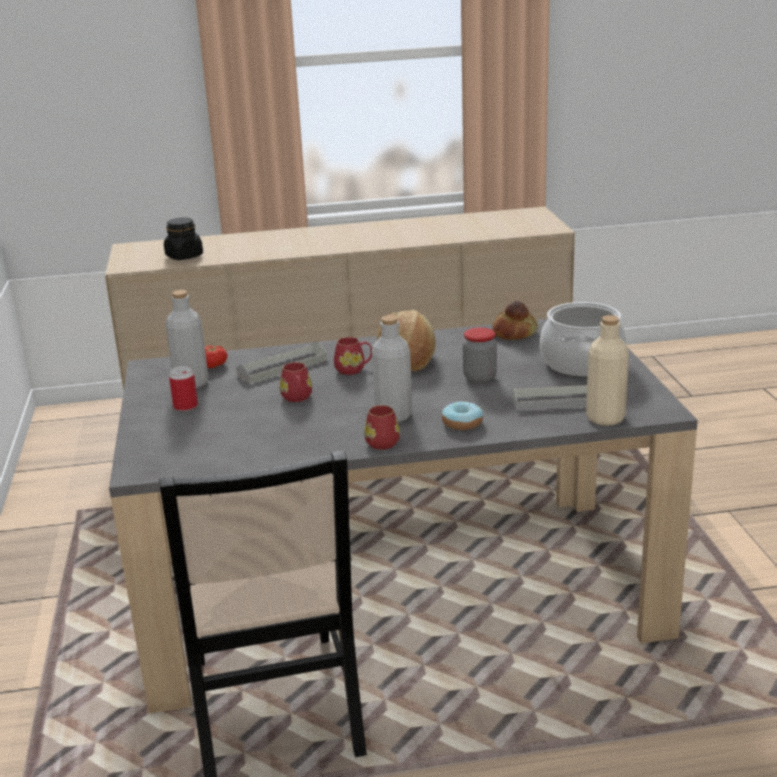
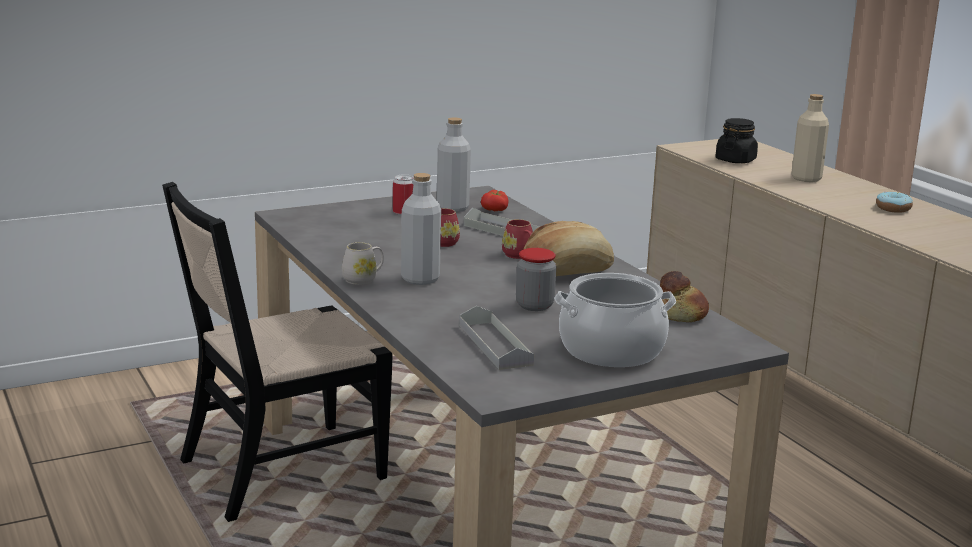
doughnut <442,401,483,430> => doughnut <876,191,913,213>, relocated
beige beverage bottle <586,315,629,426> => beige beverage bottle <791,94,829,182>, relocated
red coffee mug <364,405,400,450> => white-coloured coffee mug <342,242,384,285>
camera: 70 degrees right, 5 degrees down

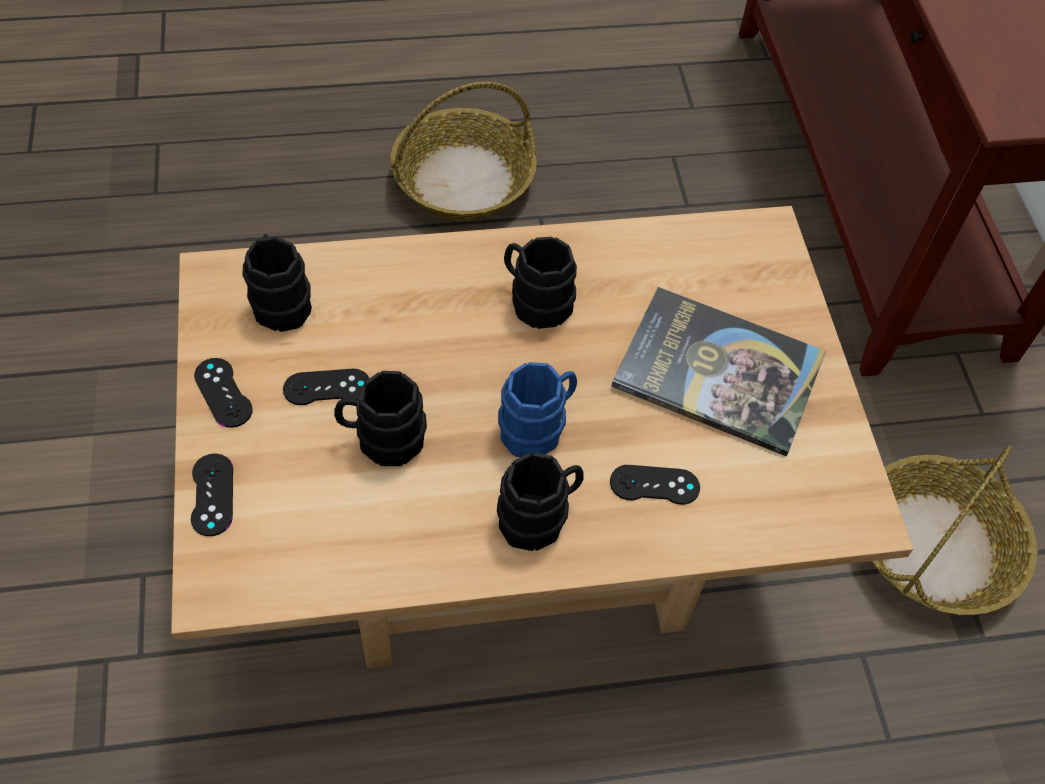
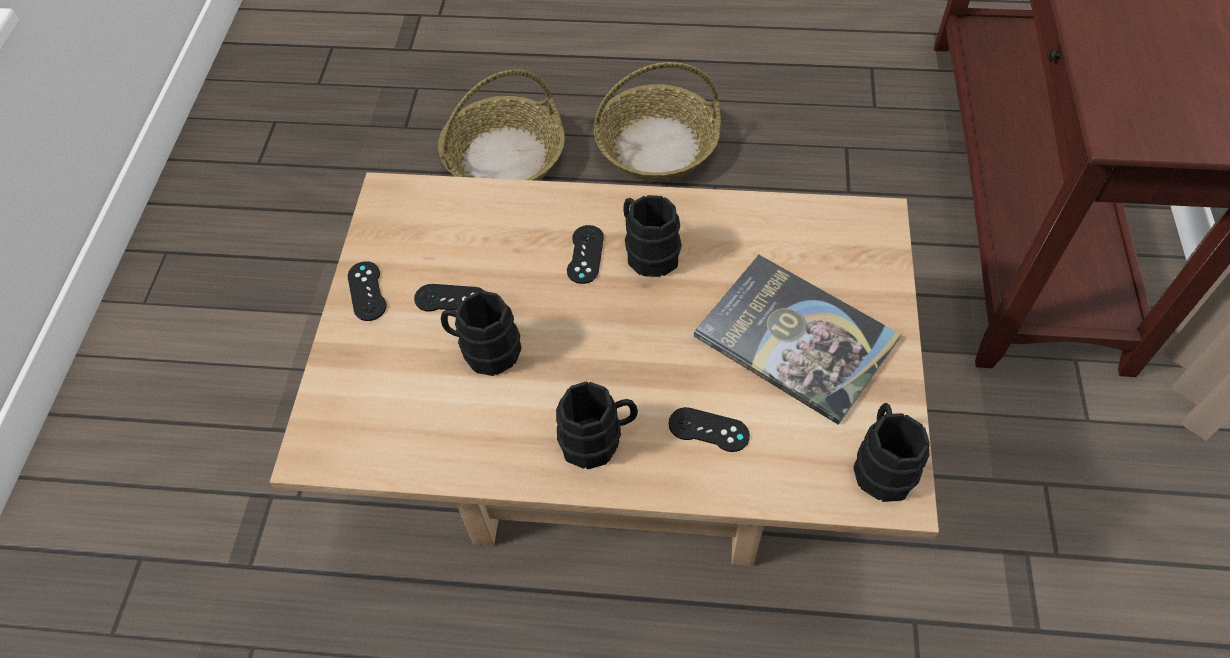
blue coffee mug <498,362,577,457> => nothing
black gamepad <191,454,233,536> => black gamepad <567,225,604,284>, relocated
black coffee mug <243,234,312,332> => black coffee mug <854,403,930,502>, relocated
household basket <872,445,1038,615> => household basket <438,69,565,181>, relocated
camera: 20 degrees right, 0 degrees up

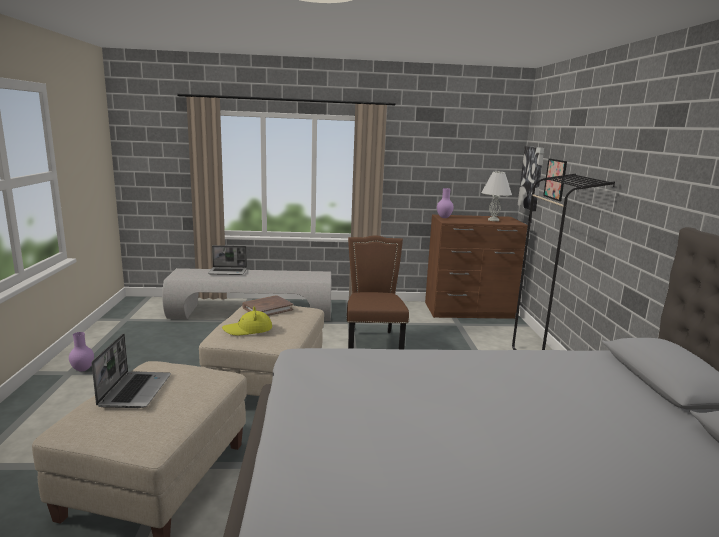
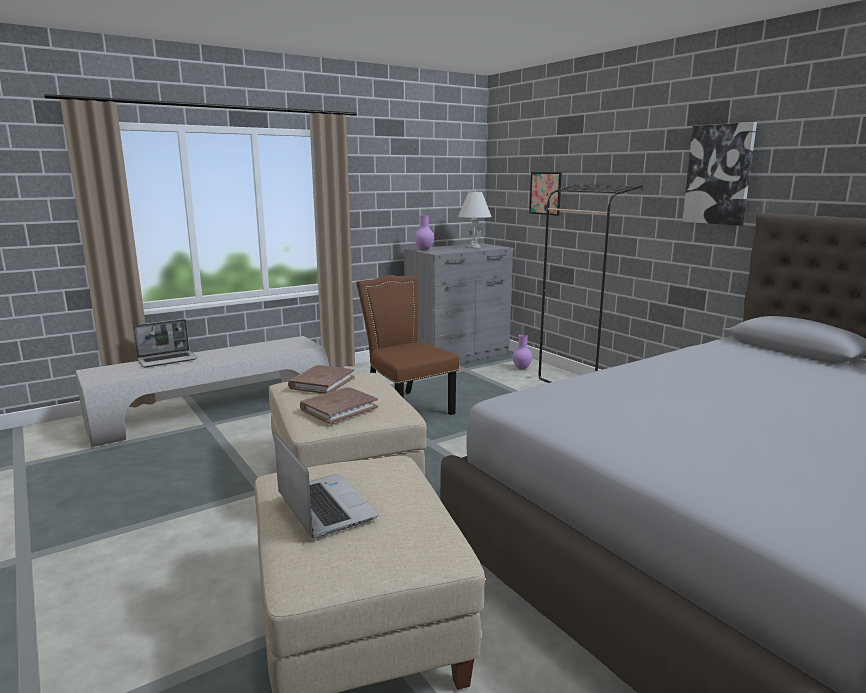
purple decorative vase <69,332,94,372> => purple decorative vase <513,335,532,370>, relocated
wall picture <518,146,544,211> => wall picture <682,122,757,226>, relocated
yellow-coloured wearable hat <222,306,272,335> => brownish volume <300,387,378,424>
brownish drawer chest <425,215,528,319> => grey drawer chest <404,243,514,363>
camera: 30 degrees left, 0 degrees up

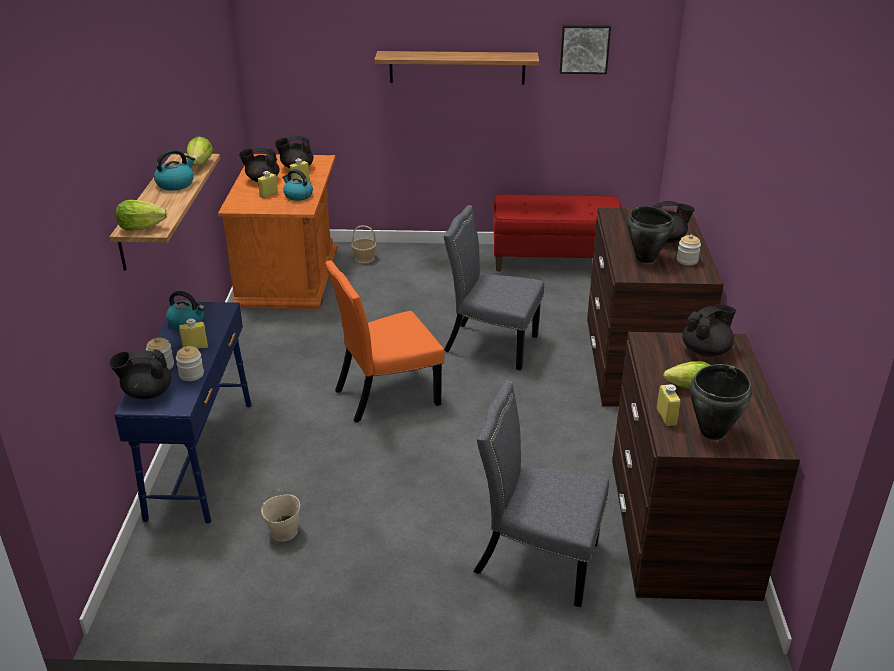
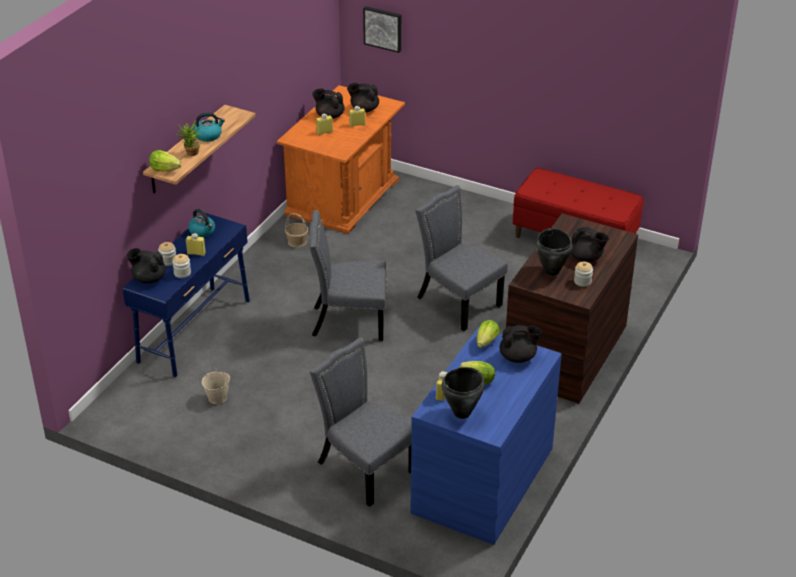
tea kettle <282,169,313,201> => nothing
wall shelf <374,51,539,84> => nothing
nothing => houseplant <177,121,202,156>
head of lettuce <187,136,213,166> => head of lettuce <477,320,500,348>, relocated
household basket <351,225,377,264> => household basket <285,213,308,248>, relocated
wall picture <560,25,611,74> => wall picture <363,6,401,53>, relocated
orange-coloured chair <326,260,445,422> => grey chair <309,210,386,341>
brownish drawer chest <612,332,800,601> => blue drawer chest <410,327,562,545>
camera: 25 degrees right, 5 degrees up

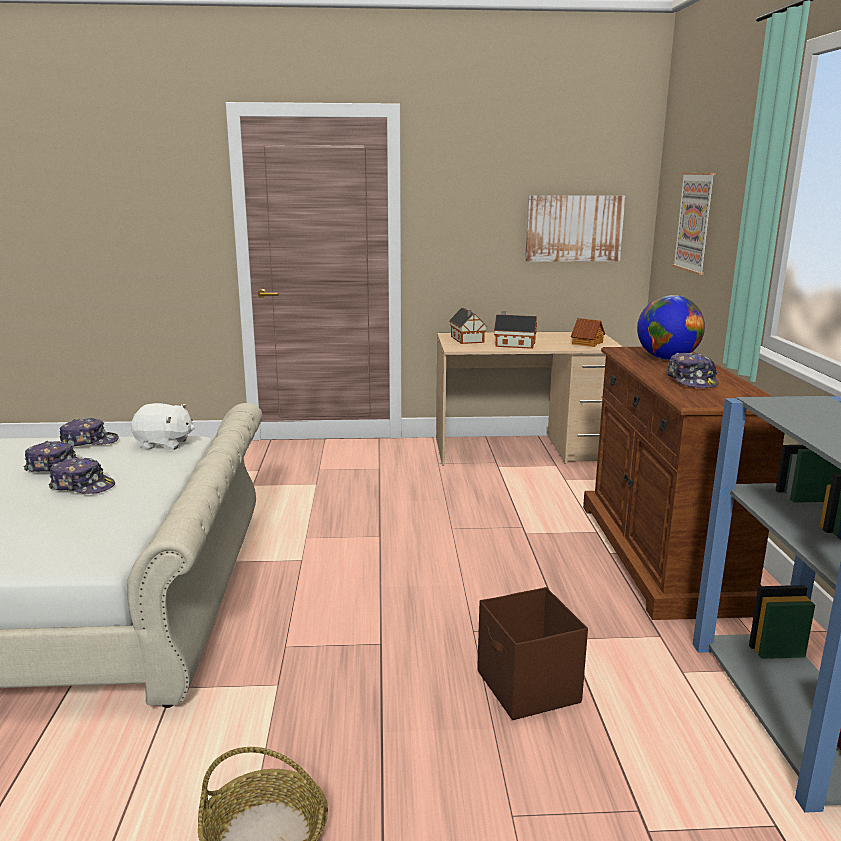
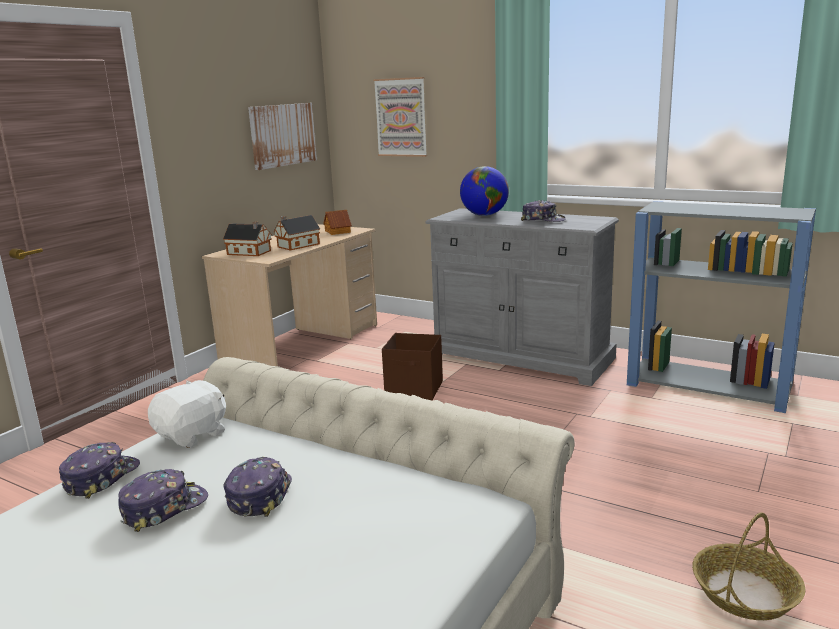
brownish storage container <477,587,588,720> => brownish storage container <382,333,443,401>, relocated
brownish drawer chest <583,347,785,620> => grey drawer chest <426,208,619,386>
peaked cap <48,457,115,494> => peaked cap <224,457,292,517>, 45 degrees counterclockwise
camera: 55 degrees left, 0 degrees up

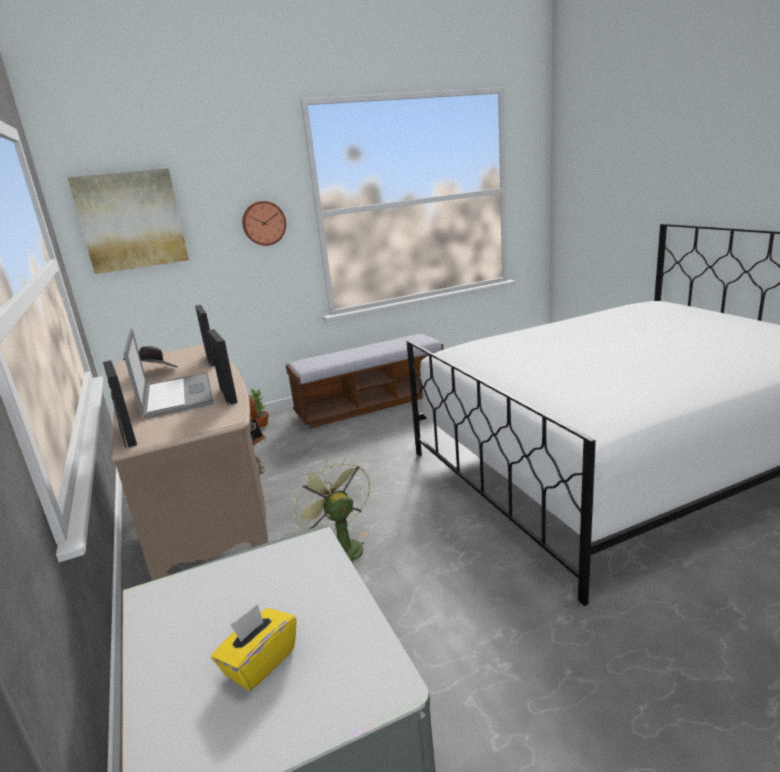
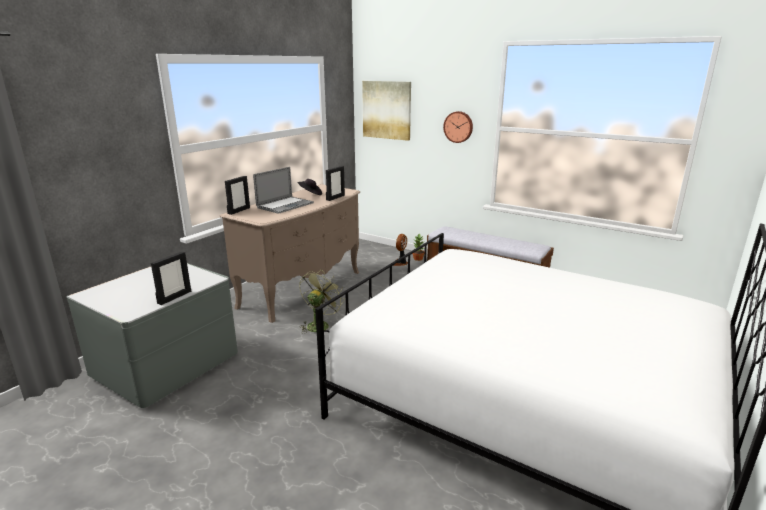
yellow-coloured tissue holder <211,604,296,691> => nothing
photo frame <207,329,238,405> => photo frame <151,251,191,305>, relocated
camera: 55 degrees right, 0 degrees up

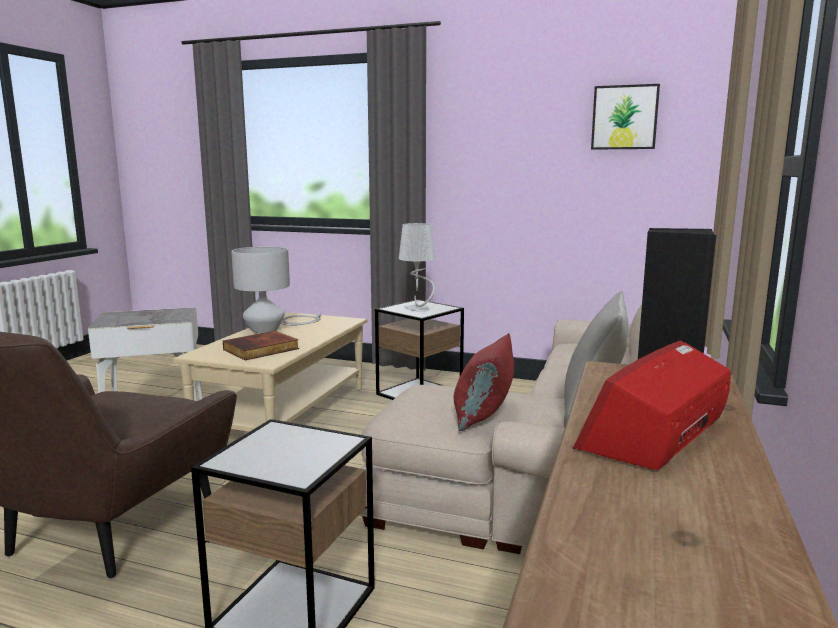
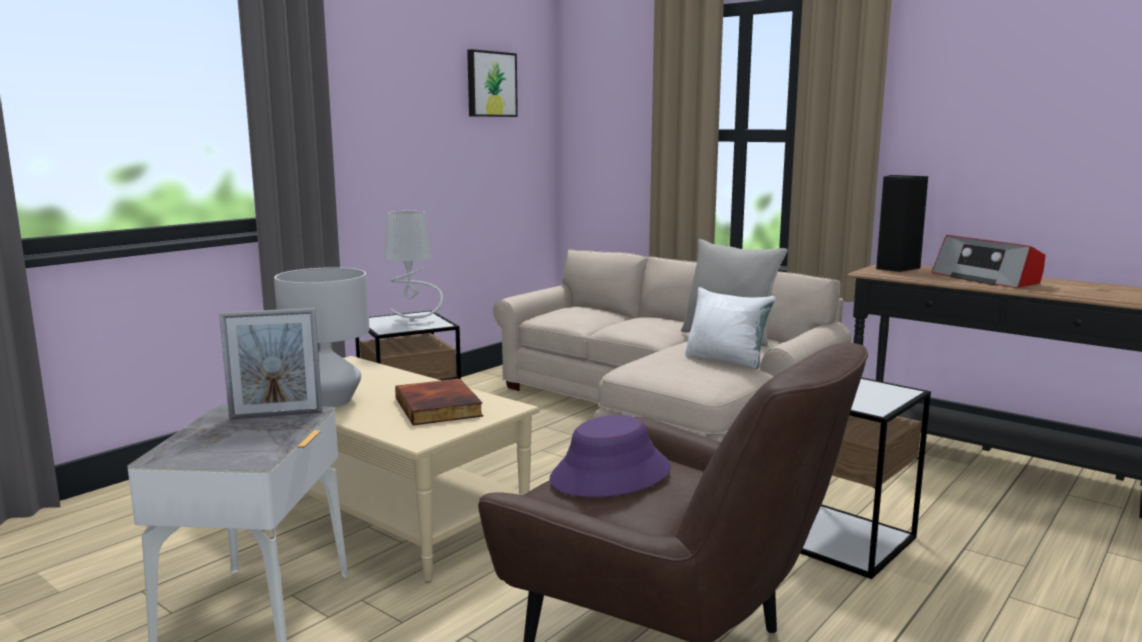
nothing => photo frame <219,308,322,420>
nothing => purple wearable hat <549,415,671,497>
red pillow <453,333,514,431> => white-coloured pillow <685,287,776,369>
camera: 70 degrees left, 0 degrees up

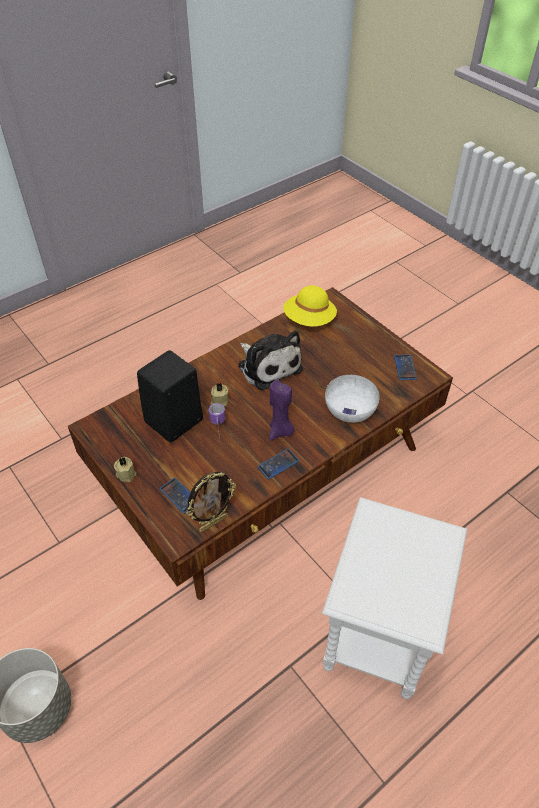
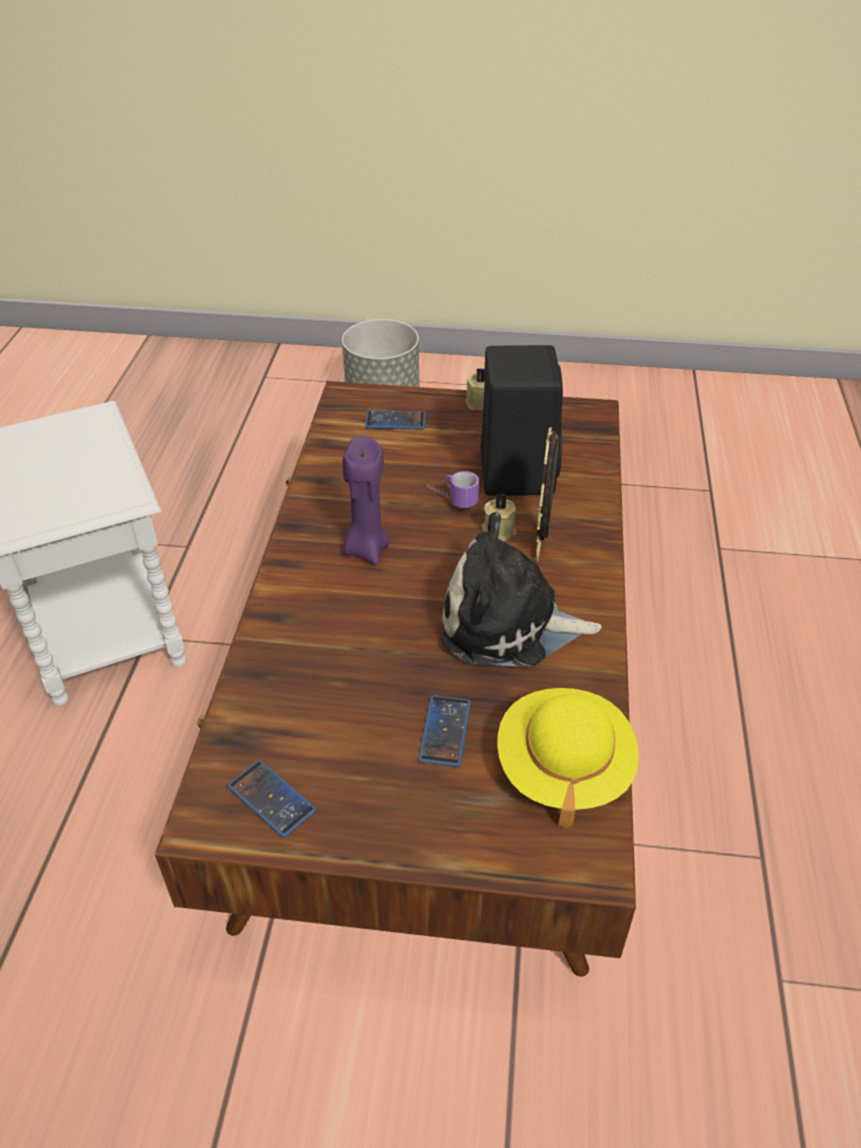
white-coloured deep dish <325,375,380,423> => nothing
photo frame <186,472,236,532> => photo frame <535,427,559,561>, relocated
phone <257,448,300,480> => phone <418,695,471,767>, relocated
camera: 135 degrees right, 5 degrees down

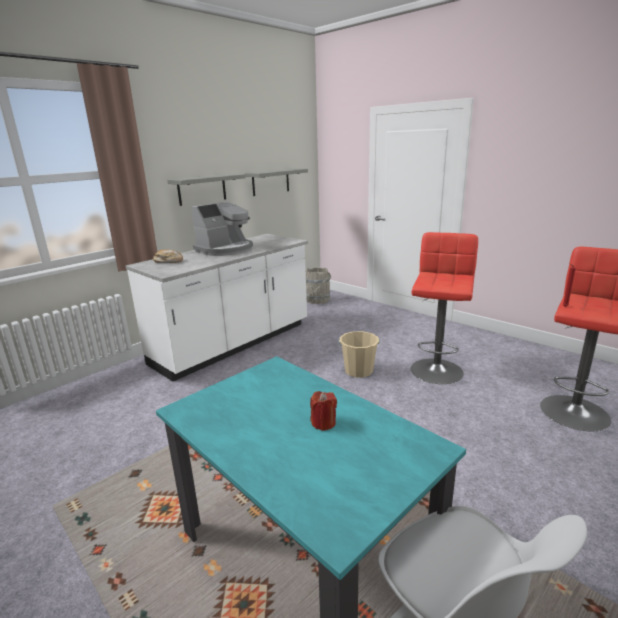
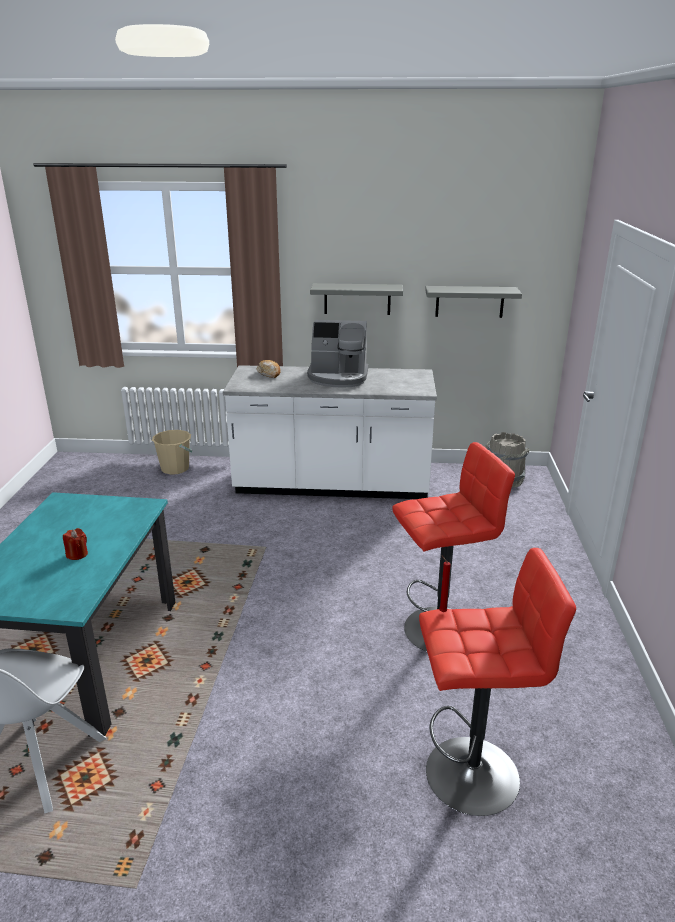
beige water bucket <339,331,380,378> => beige water bucket <152,430,192,475>, relocated
camera: 50 degrees right, 5 degrees up

